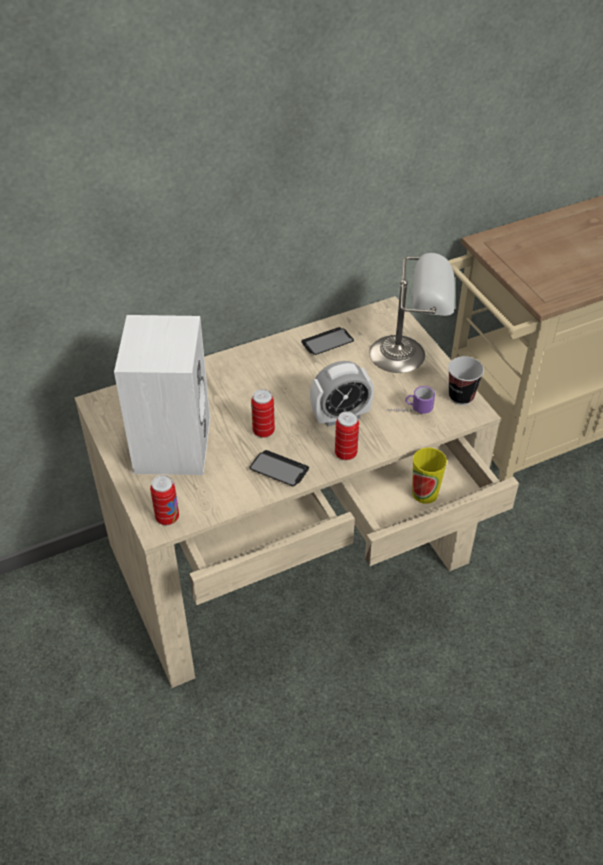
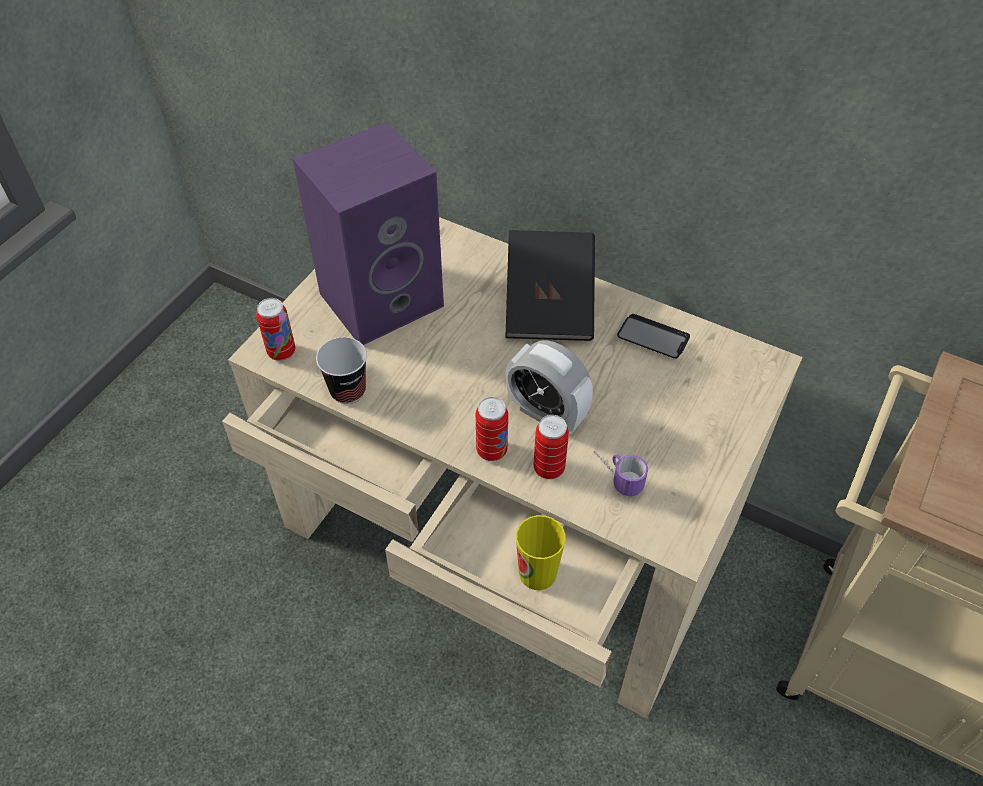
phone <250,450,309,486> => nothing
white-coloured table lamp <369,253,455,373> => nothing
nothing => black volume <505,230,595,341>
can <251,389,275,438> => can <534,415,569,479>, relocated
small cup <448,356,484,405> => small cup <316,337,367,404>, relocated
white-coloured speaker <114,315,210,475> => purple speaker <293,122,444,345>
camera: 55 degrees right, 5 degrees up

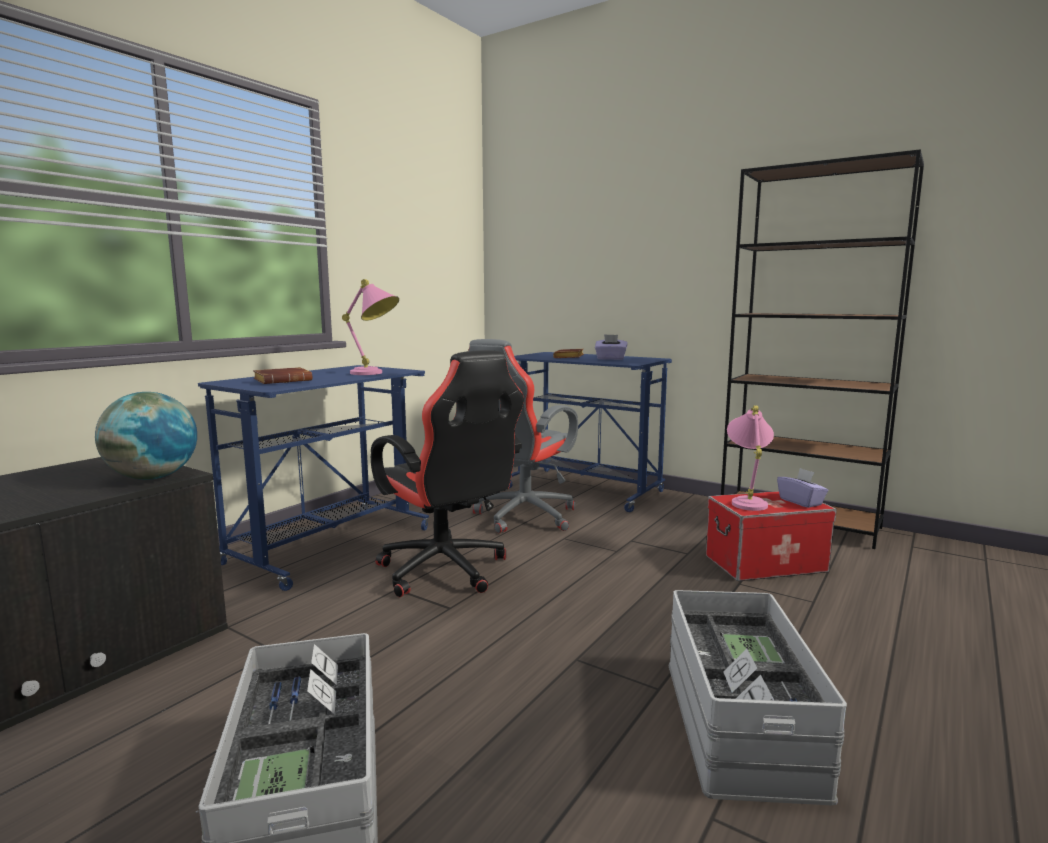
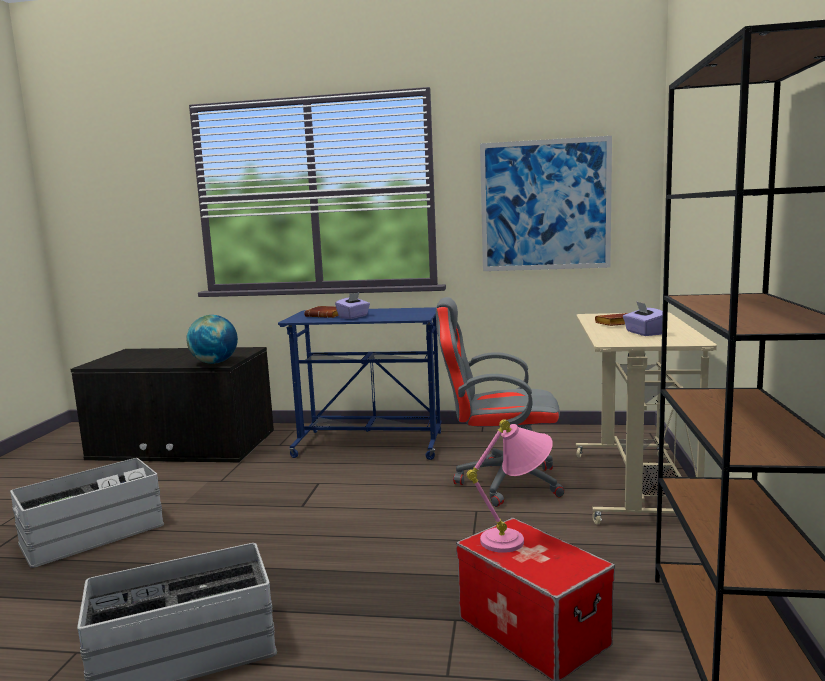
pink table lamp <342,279,399,375> => nothing
black office chair <371,350,524,597> => nothing
nothing => wall picture <480,136,612,271>
purple tissue holder <777,468,828,508> => purple tissue holder <335,292,370,319>, relocated
blue desk unit <509,352,672,512> => beige desk unit <576,312,717,525>
camera: 65 degrees right, 0 degrees up

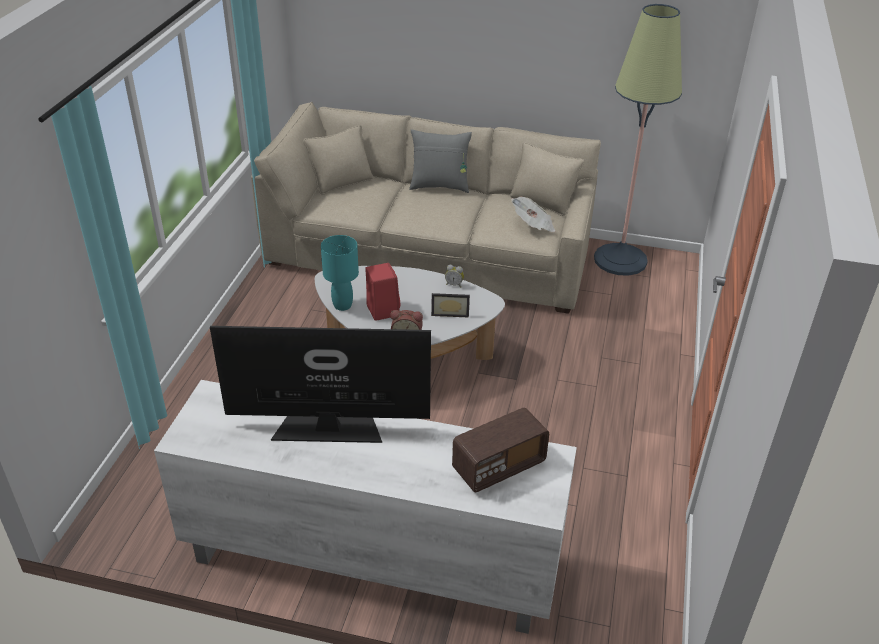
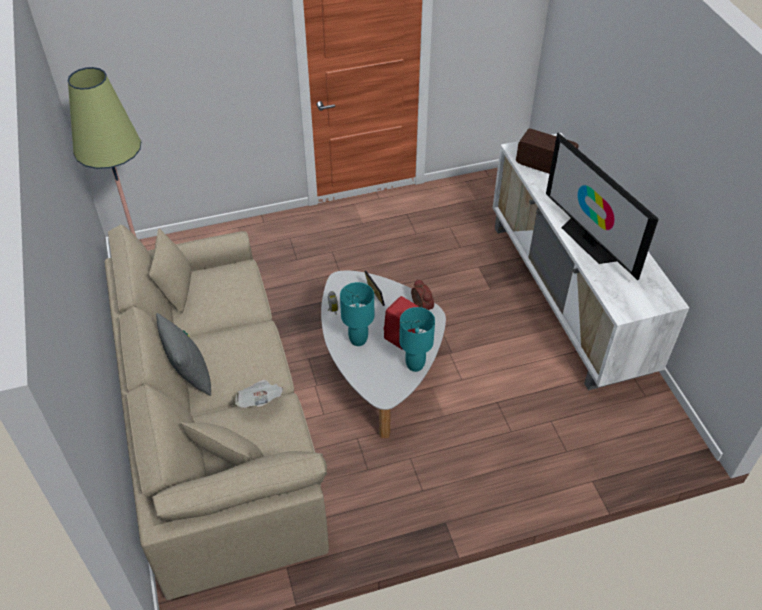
nothing => blue-green table lamp <340,282,374,346>
daily paper <511,197,555,233> => daily paper <235,379,284,408>, relocated
camera: 120 degrees left, 10 degrees up

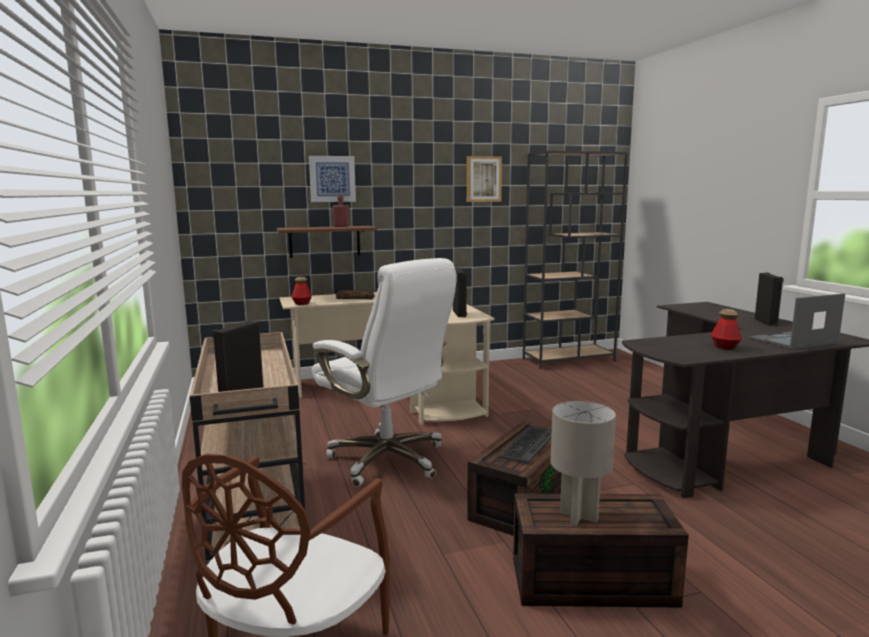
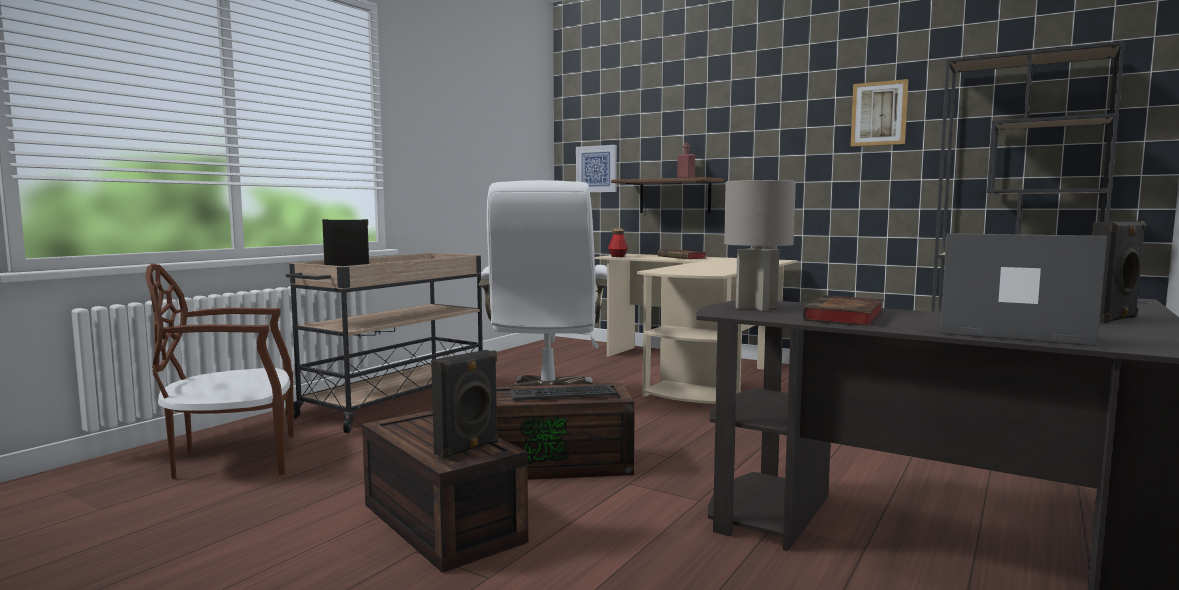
wall picture <309,156,356,202> => wall picture <576,145,617,192>, relocated
black speaker <453,268,467,317> => black speaker <431,350,498,459>, relocated
grey table lamp <551,401,616,526> => grey table lamp <724,180,796,311>, relocated
beverage bottle <711,309,742,350> => volume <803,295,884,327>
camera: 50 degrees right, 5 degrees down

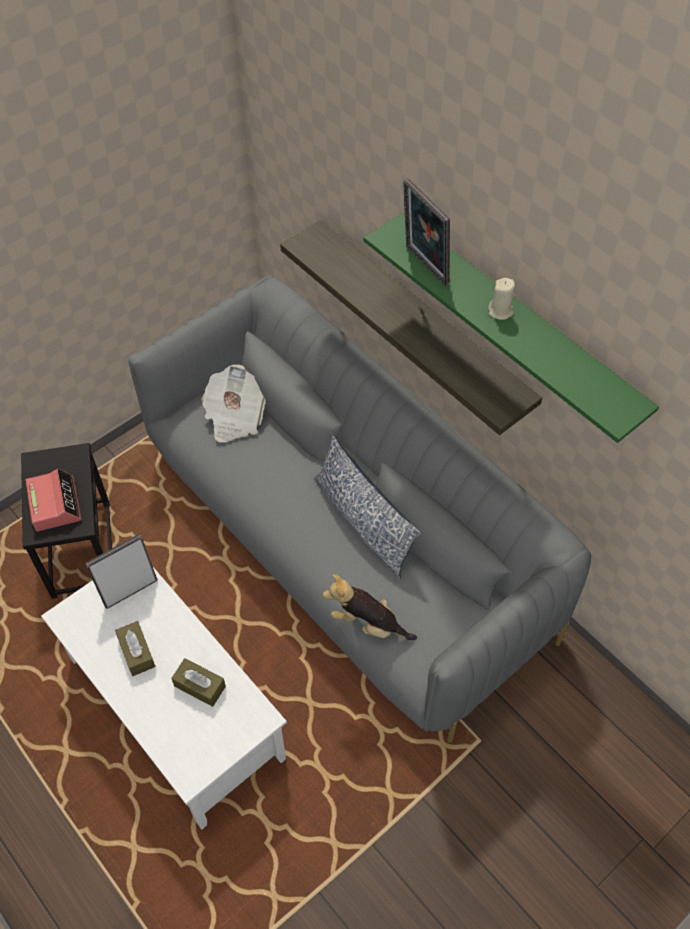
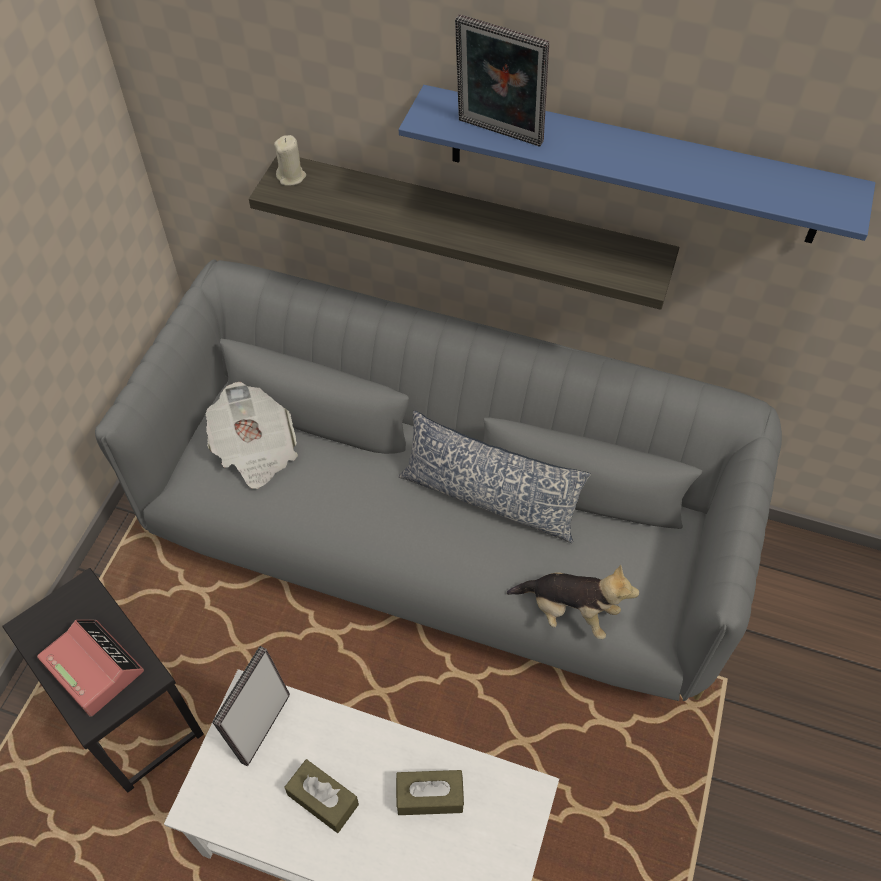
beige candle <488,278,515,320> => beige candle <274,135,306,186>, relocated
green wall shelf <364,213,659,443> => blue wall shelf <399,85,875,243>
plush toy <323,574,417,640> => plush toy <507,565,639,640>, 150 degrees counterclockwise
camera: 30 degrees left, 0 degrees up

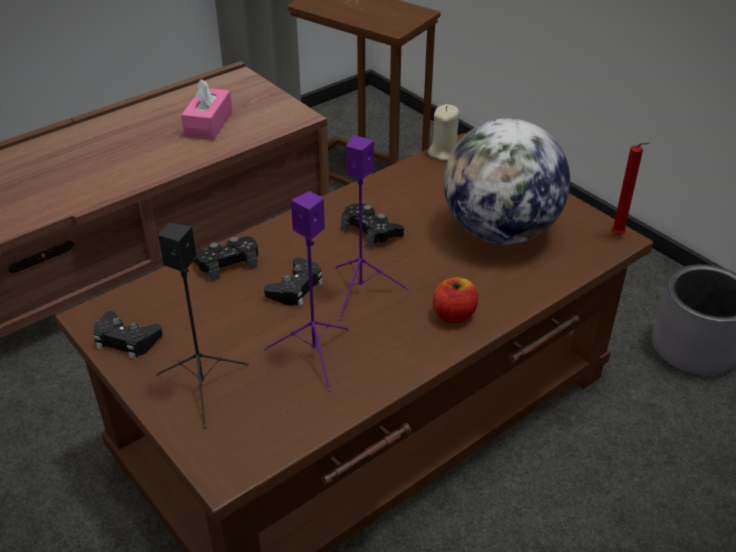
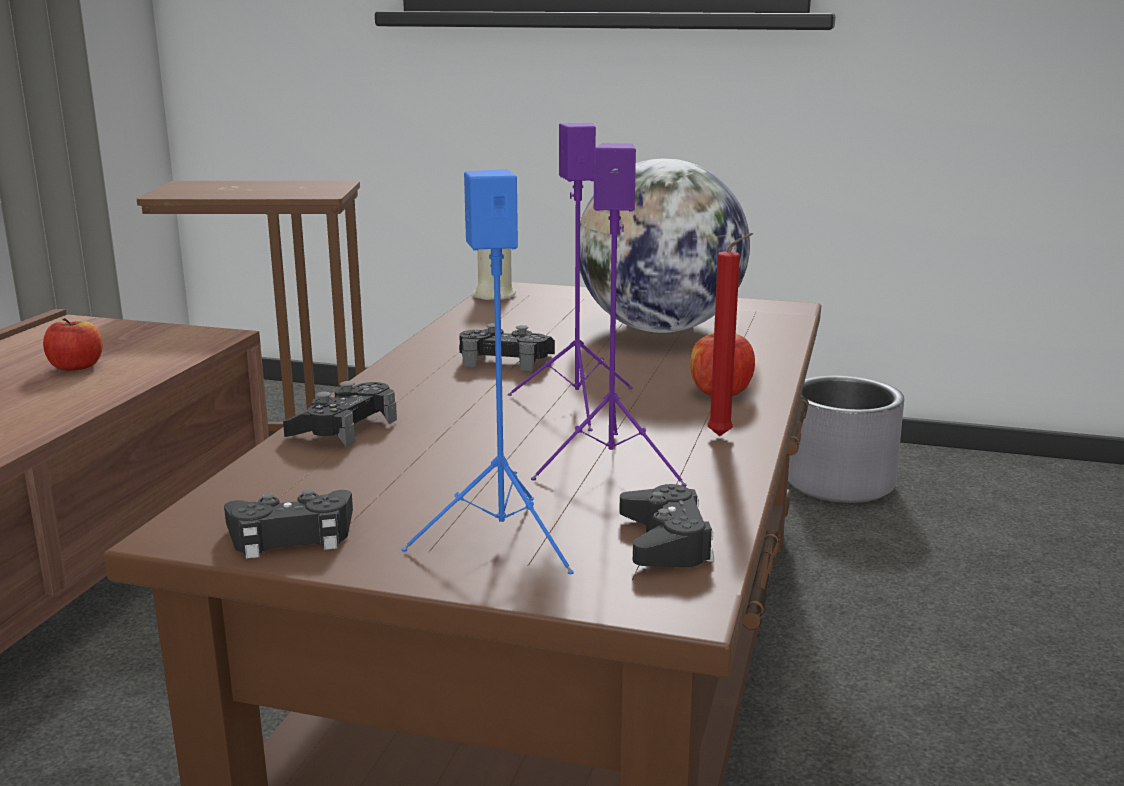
black gamepad <264,257,323,306> => black gamepad <619,484,714,567>, relocated
red candle <612,142,650,236> => red candle <707,233,754,436>, relocated
pink tissue holder <181,79,232,140> => apple fruit <43,318,103,371>
black speaker <156,223,249,429> => blue speaker <401,169,573,574>
camera: 35 degrees left, 20 degrees down

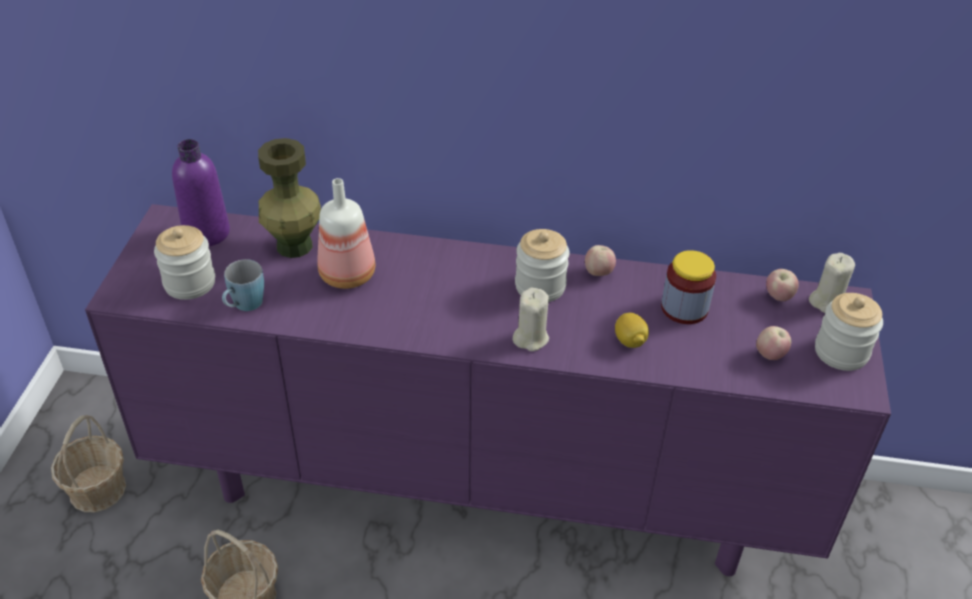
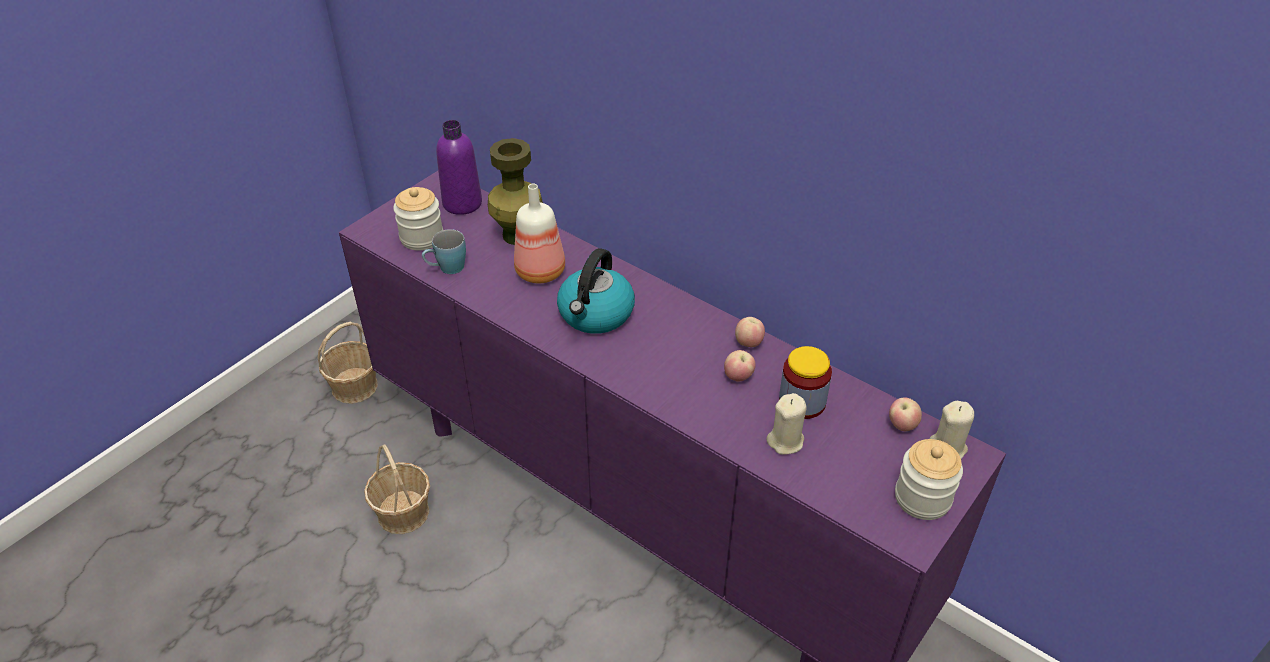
storage jar <515,229,569,302> => nothing
whole lemon <615,313,649,348> => nothing
nothing => tea kettle <557,248,635,334>
beige candle <512,288,549,351> => beige candle <766,393,806,455>, relocated
apple fruit <756,326,791,360> => apple fruit <724,350,755,382>, relocated
camera: 30 degrees right, 0 degrees up

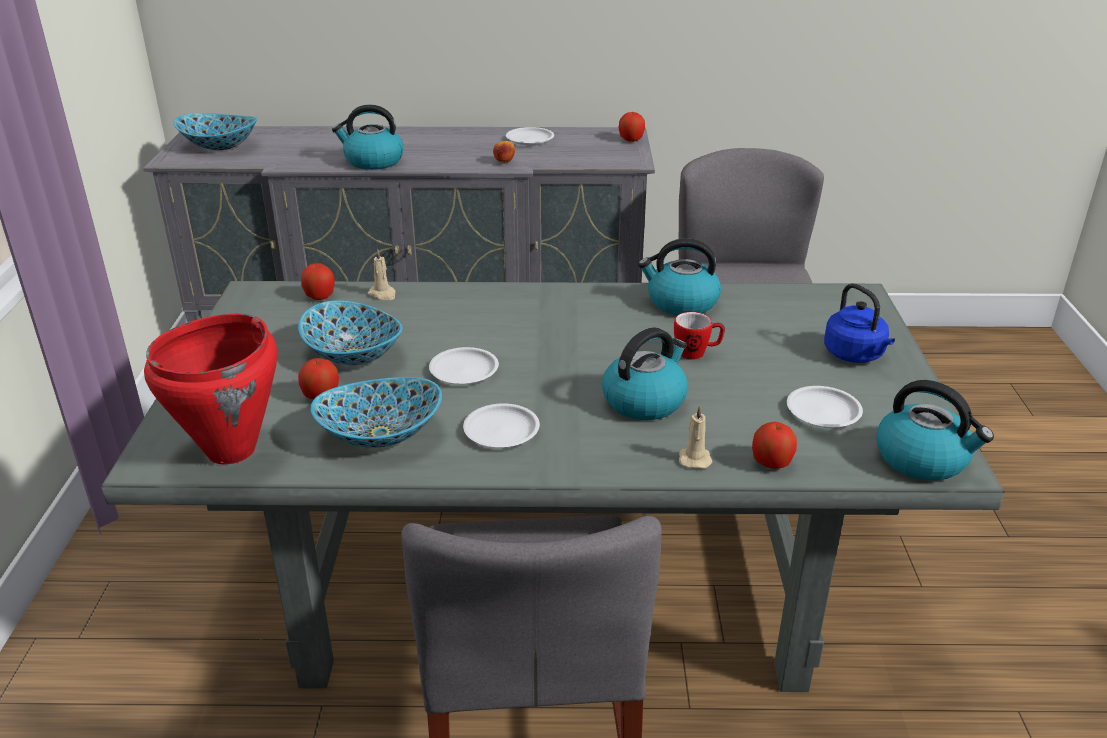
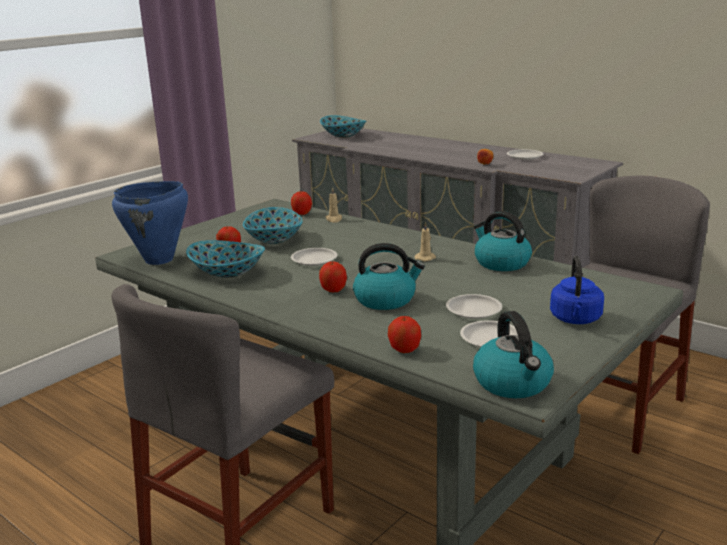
tea kettle <332,105,403,170> => nothing
coffee mug <674,312,725,360> => nothing
white-coloured plate <463,403,540,447> => white-coloured plate <446,294,502,319>, relocated
apple fruit <619,111,645,142> => apple fruit <319,262,347,292>, relocated
beige candle <679,405,712,469> => beige candle <415,221,436,261>, relocated
red saucepot <144,314,277,465> => blue saucepot <112,181,188,265>
camera: 40 degrees right, 10 degrees down

